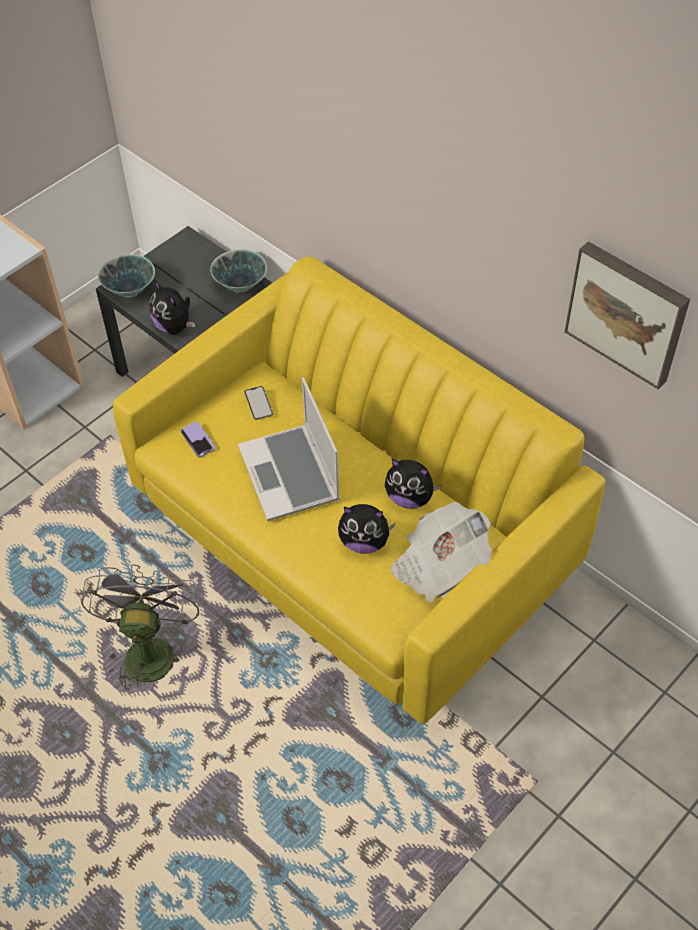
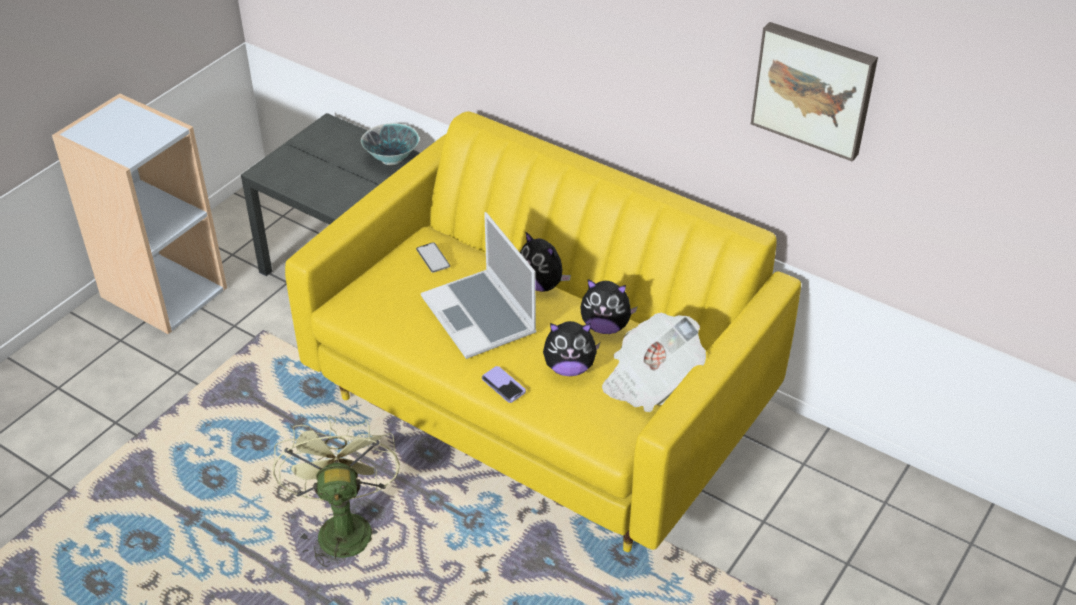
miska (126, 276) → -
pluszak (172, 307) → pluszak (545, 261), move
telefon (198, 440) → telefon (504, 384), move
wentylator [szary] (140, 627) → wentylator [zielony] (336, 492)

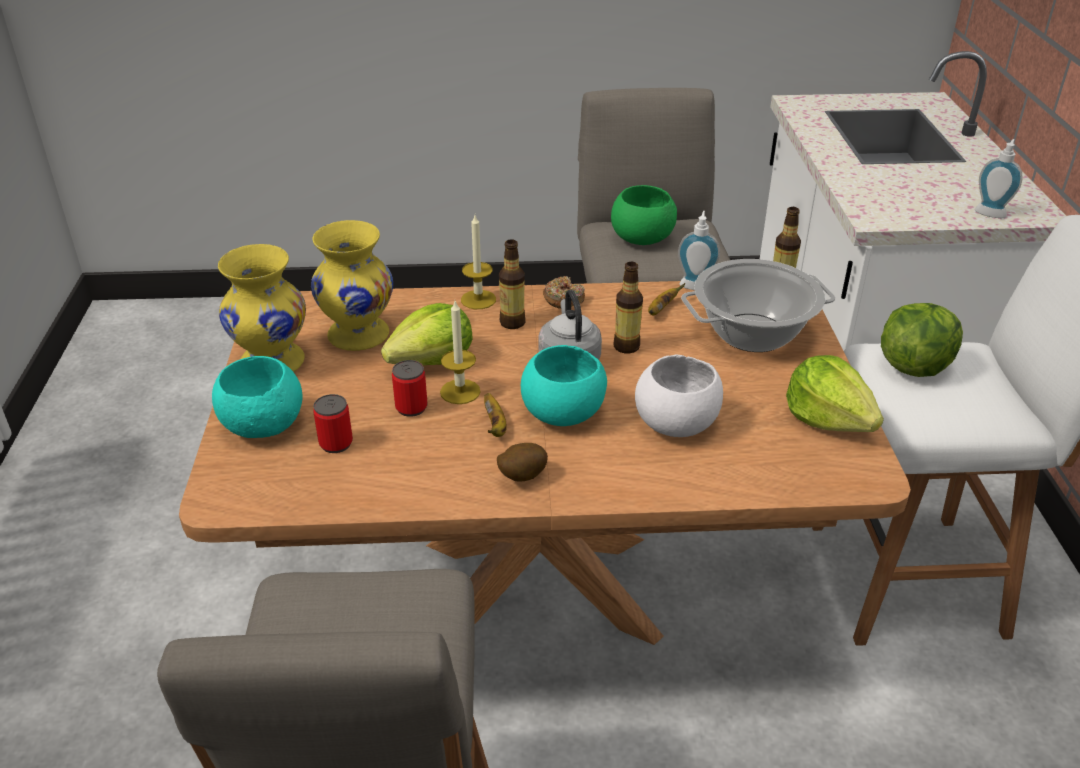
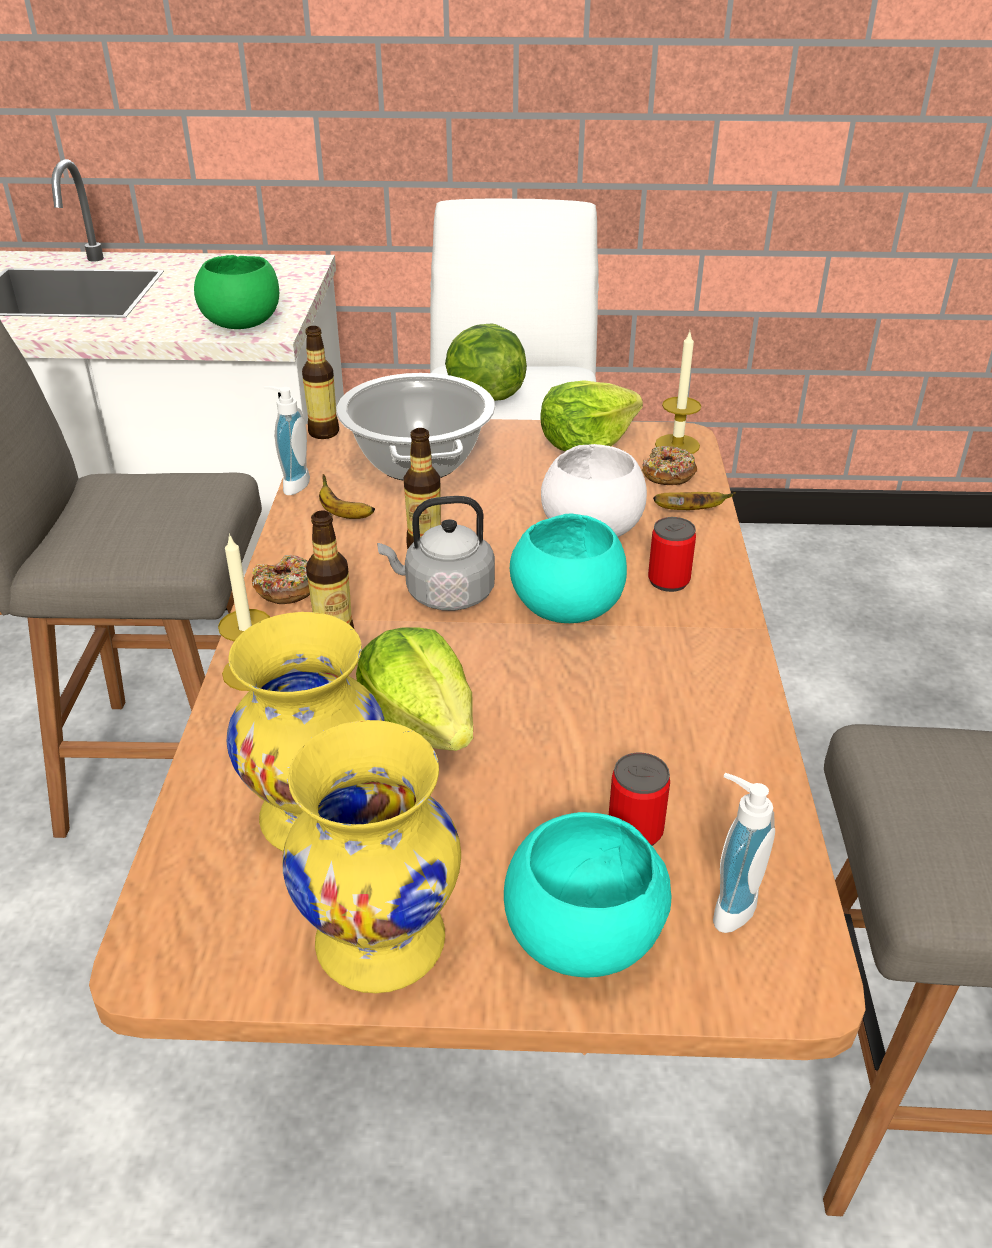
ziemniak (522, 462) → -
- → donut (669, 465)
puszka (409, 388) → puszka (672, 554), move
świeca (460, 352) → świeca (678, 393), move
banan (495, 415) → banan (694, 501), move
miska [zielony] (644, 215) → miska [zielony] (236, 292), move
dozownik mydła (999, 178) → dozownik mydła (744, 853), move

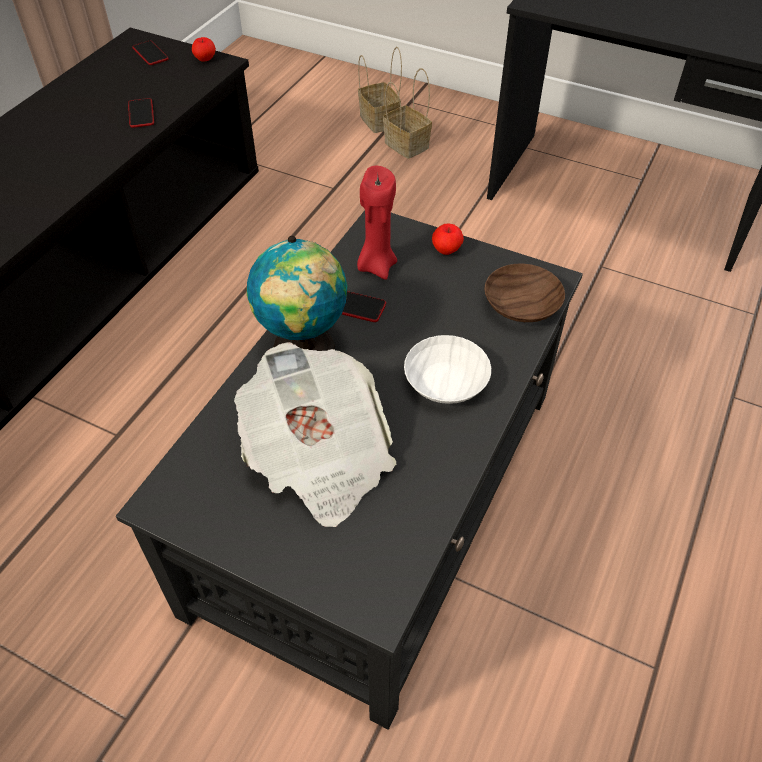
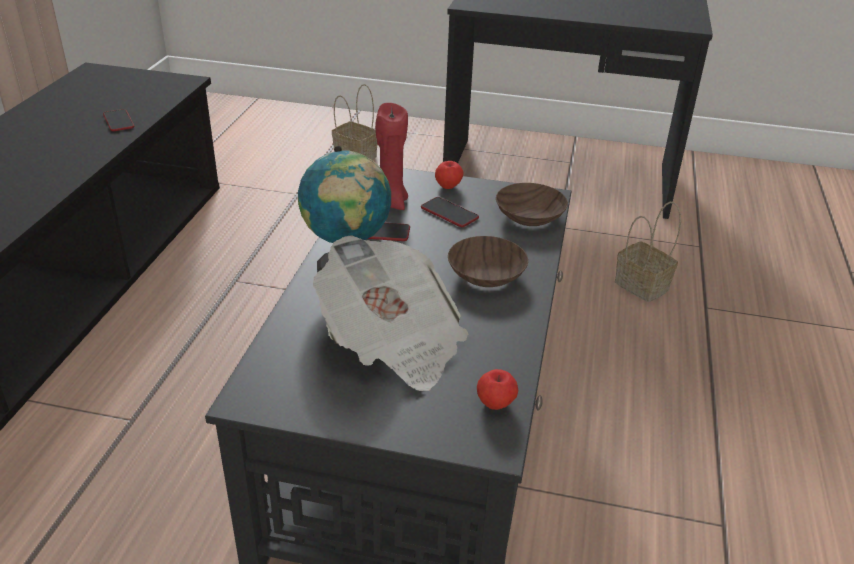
telefon (150, 53) → telefon (450, 212), move
jabłko (204, 49) → jabłko (497, 389), move
koszyk (380, 90) → koszyk (648, 252), move
miska [biały] (447, 369) → miska [brązowy] (488, 261)

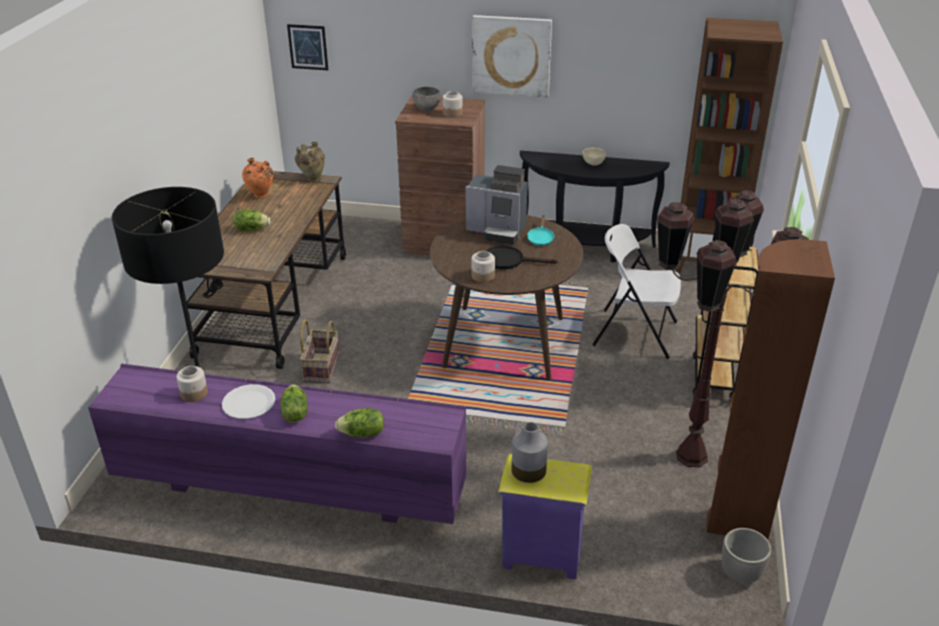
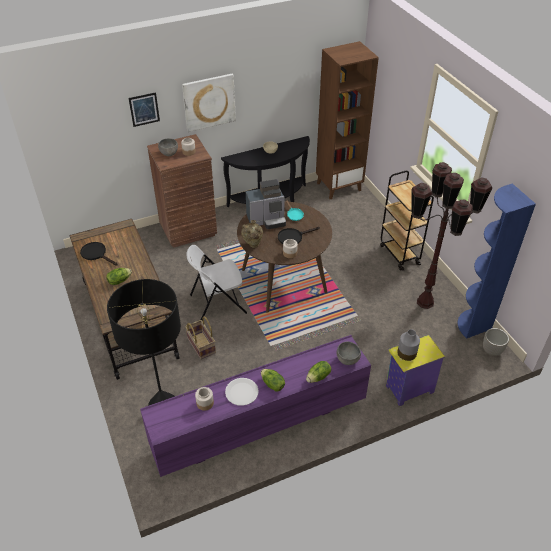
- → miska [szary] (349, 353)
obraz (307, 47) → obraz (144, 109), move
wazon [beżowy] (310, 162) → wazon [beżowy] (252, 234), move
krzesło [biały] (637, 291) → krzesło [biały] (216, 282), move
wazon [pomarańczowy] (257, 178) → patelnia [czarny] (99, 254)
regał [brązowy] (770, 389) → regał [niebieski] (497, 261)

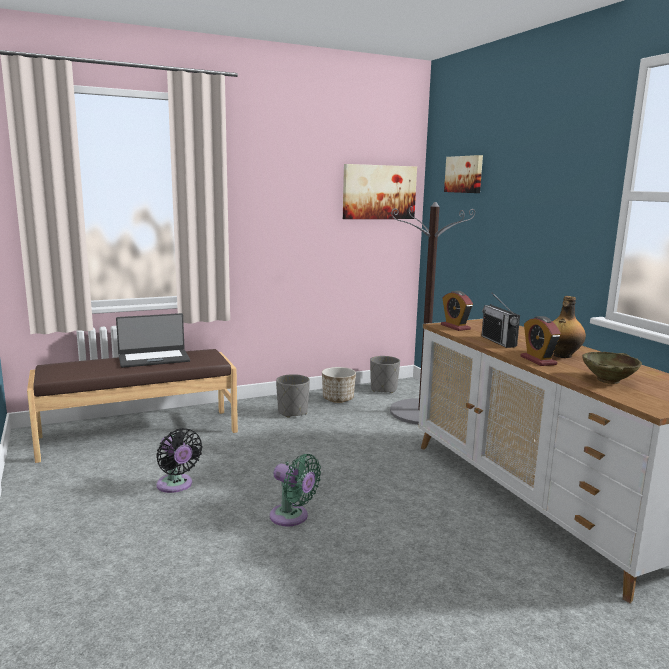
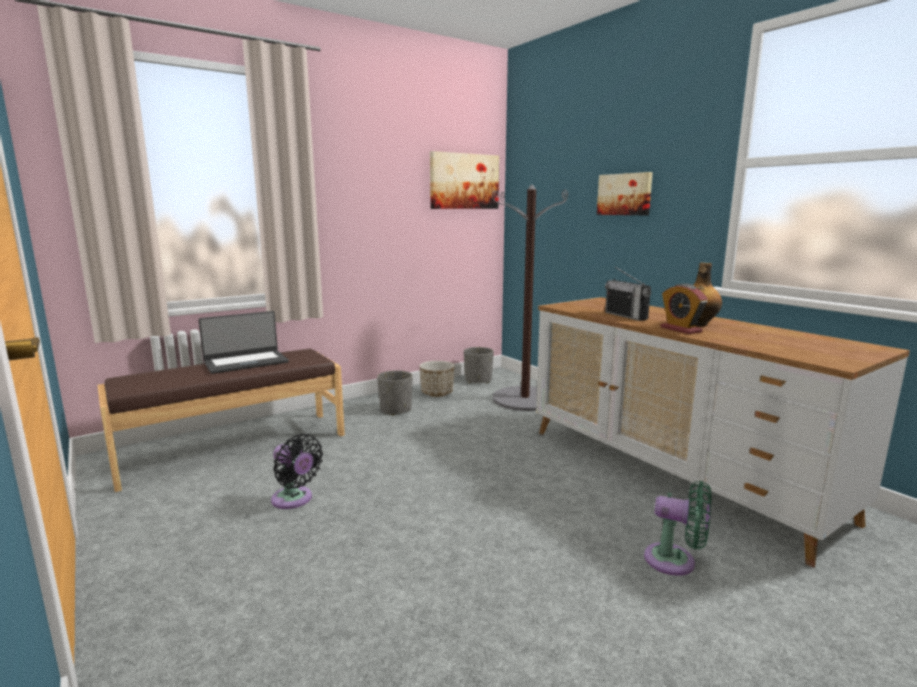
budzik (457, 311) → -
miska [beżowy] (612, 368) → -
wentylator [zielony] (295, 490) → wentylator [zielony] (677, 528), move
obraz (463, 174) → obraz (625, 193), move

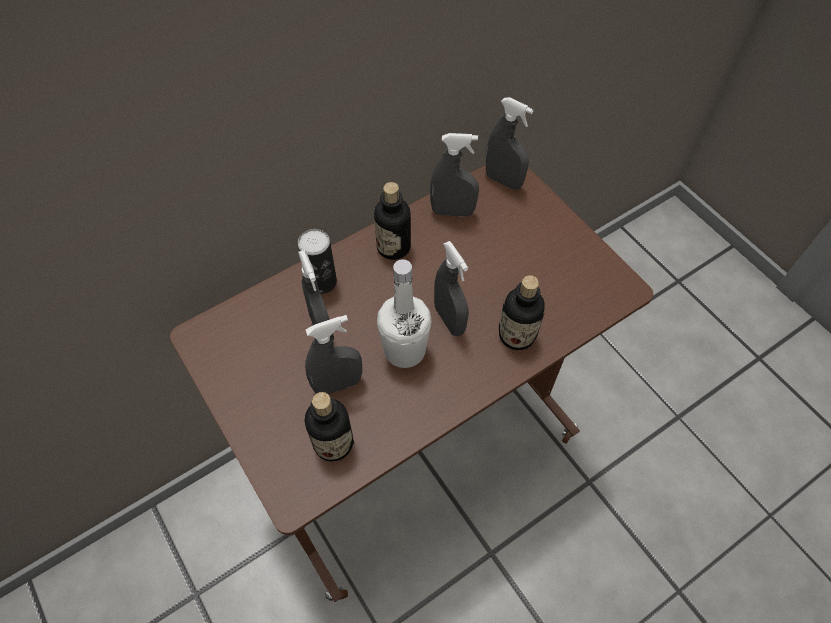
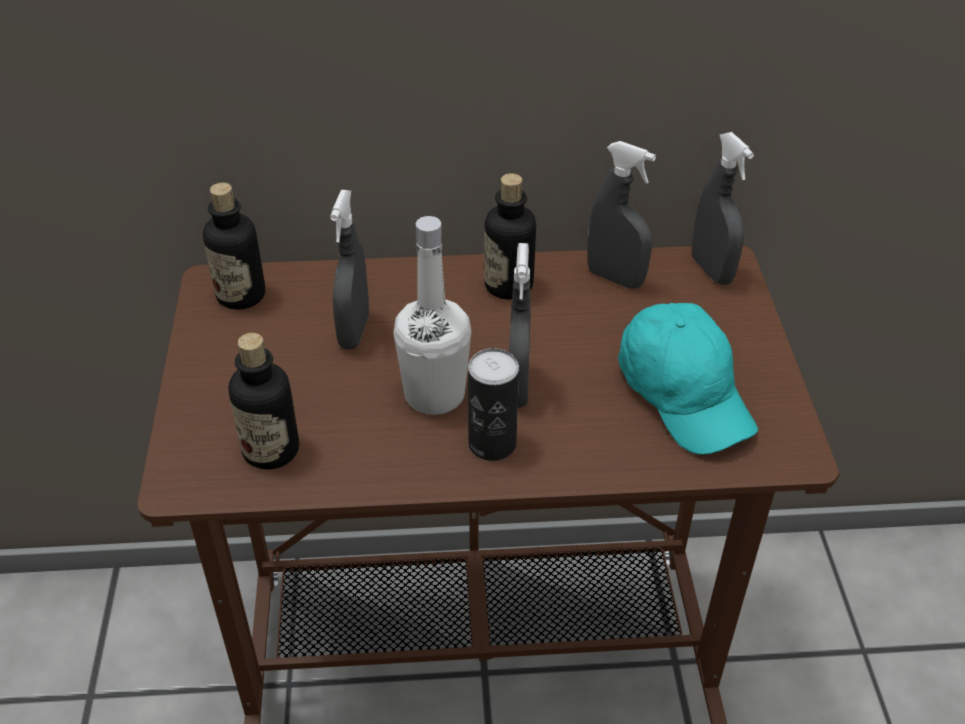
spryskiwacz [szary] (333, 354) → -
- → czapka z daszkiem [turkusowy] (688, 379)
puszka (317, 261) → puszka (493, 404), move
butelka (522, 312) → butelka (234, 246), move

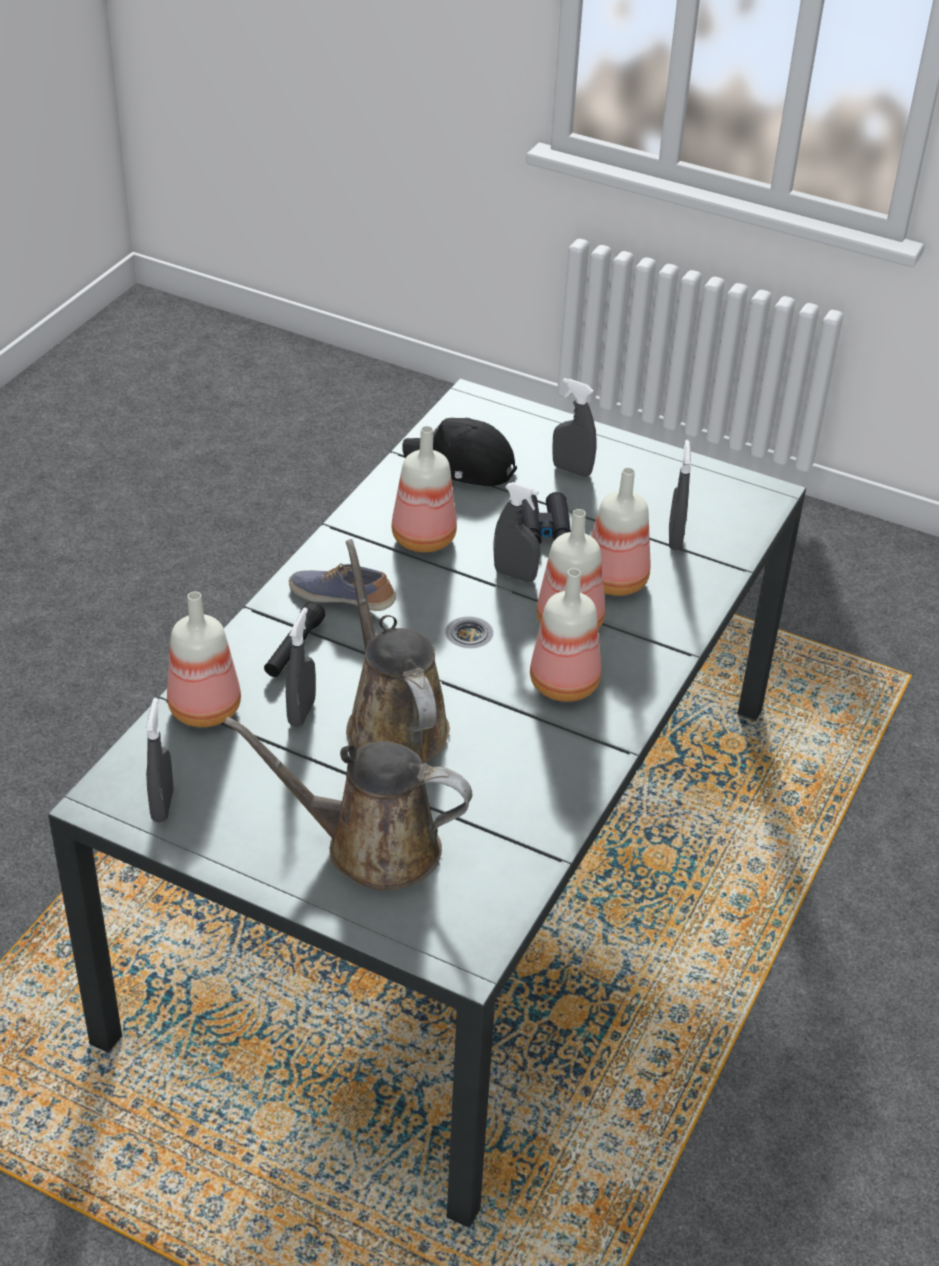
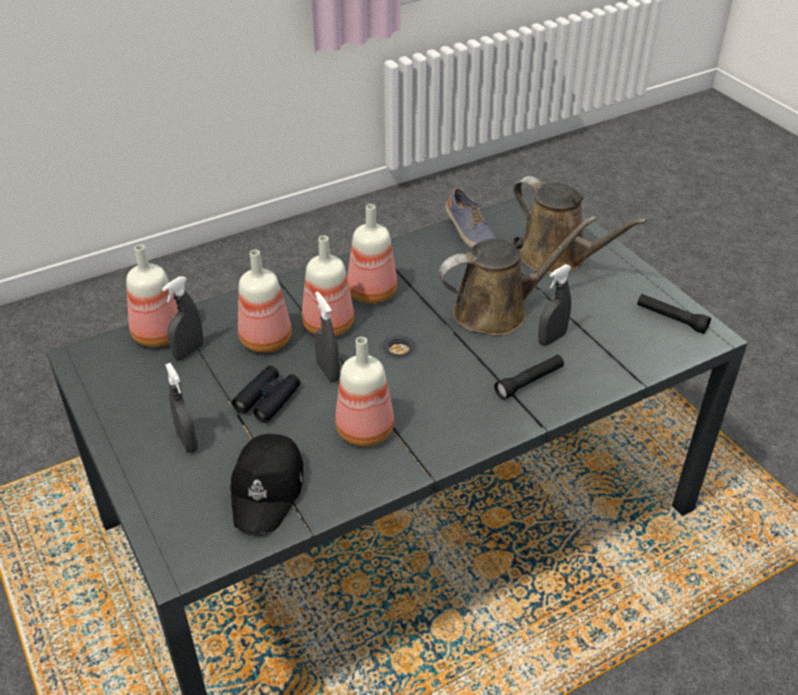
butelka (204, 659) → butelka (152, 296), move
but (342, 587) → but (470, 217), move
spryskiwacz [szary] (160, 760) → latarka [czarny] (674, 314)
konewka [brązowy] (398, 651) → konewka [brązowy] (517, 276), 120 degrees counterclockwise
czapka z daszkiem [czarny] (460, 452) → czapka z daszkiem [czarny] (266, 483), 45 degrees clockwise

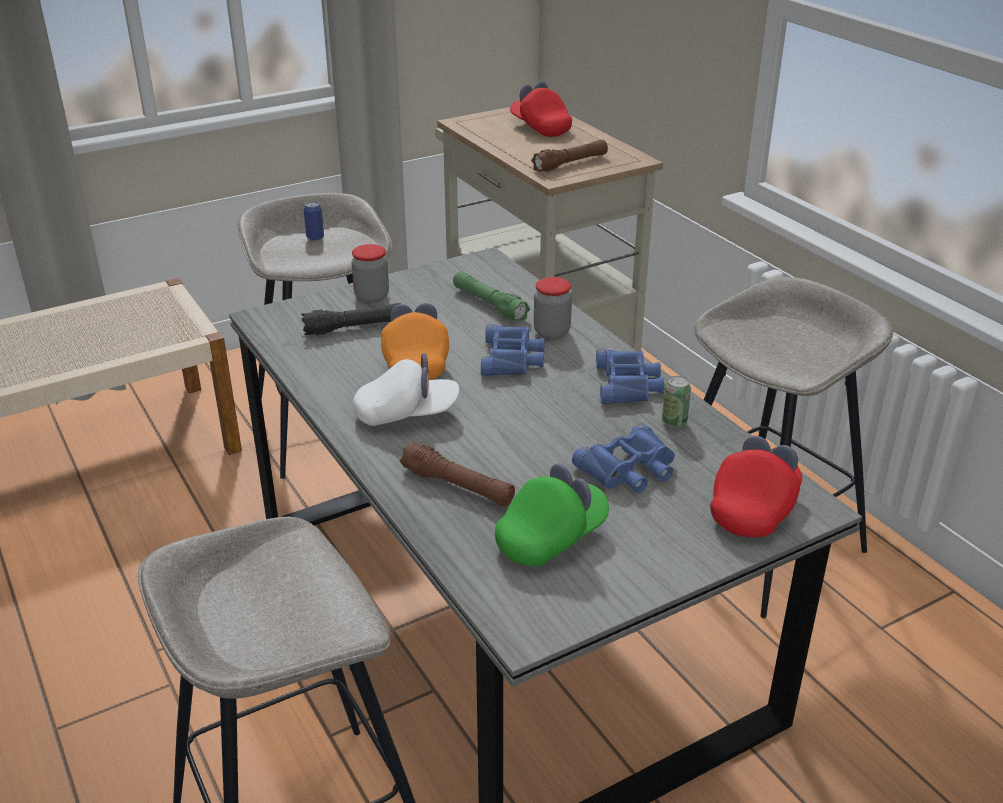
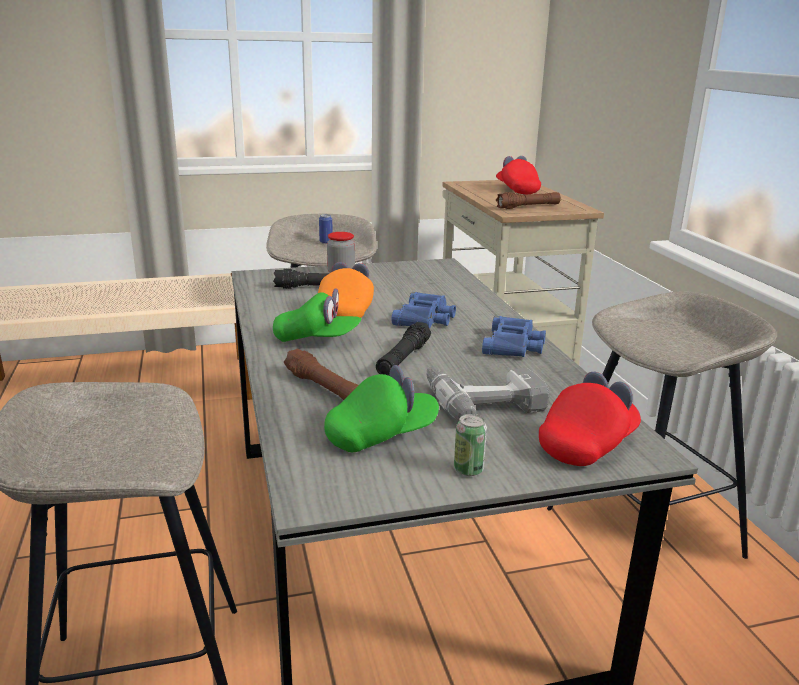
latarka [zielony] (491, 296) → -
słoik (553, 308) → -
- → latarka [czarny] (403, 349)
puszka (676, 402) → puszka (470, 445), move
lornetka [niebieski] (623, 458) → wiertarka (488, 394)
czapka z daszkiem [biały] (406, 389) → czapka z daszkiem [zielony] (317, 315)

